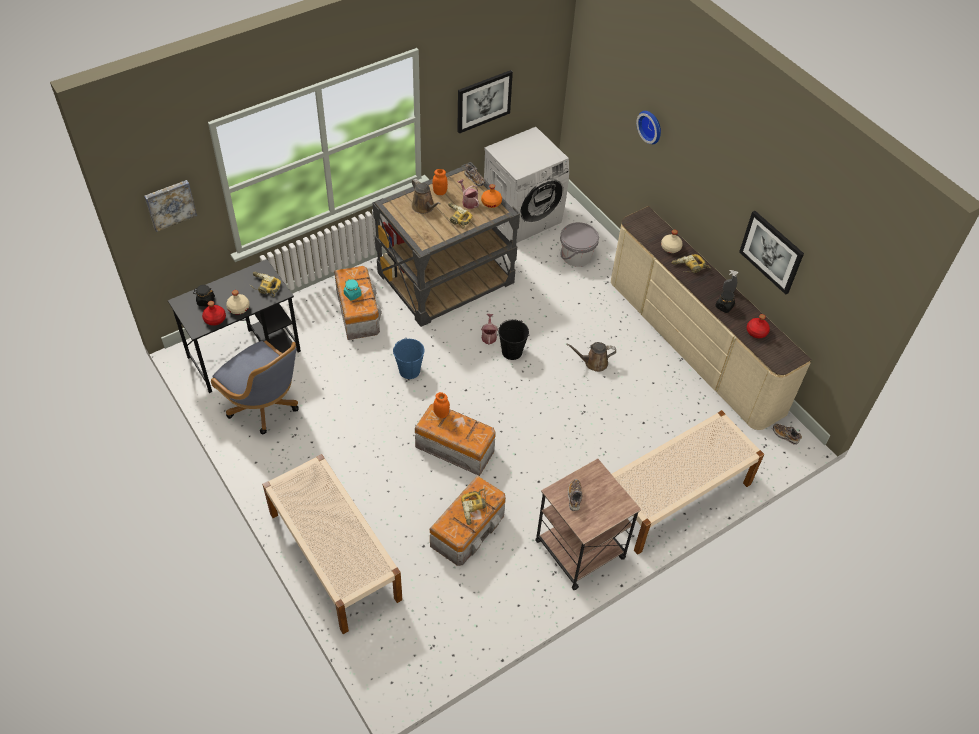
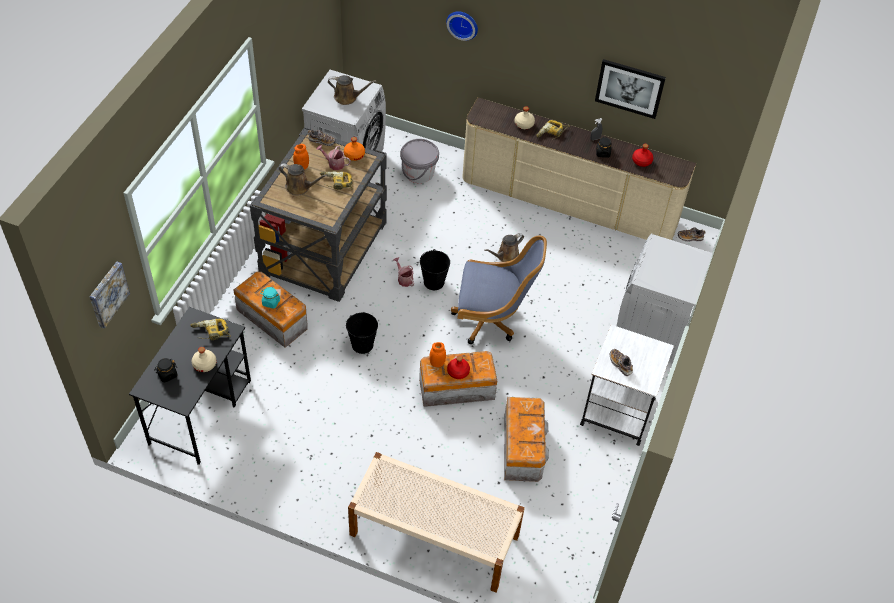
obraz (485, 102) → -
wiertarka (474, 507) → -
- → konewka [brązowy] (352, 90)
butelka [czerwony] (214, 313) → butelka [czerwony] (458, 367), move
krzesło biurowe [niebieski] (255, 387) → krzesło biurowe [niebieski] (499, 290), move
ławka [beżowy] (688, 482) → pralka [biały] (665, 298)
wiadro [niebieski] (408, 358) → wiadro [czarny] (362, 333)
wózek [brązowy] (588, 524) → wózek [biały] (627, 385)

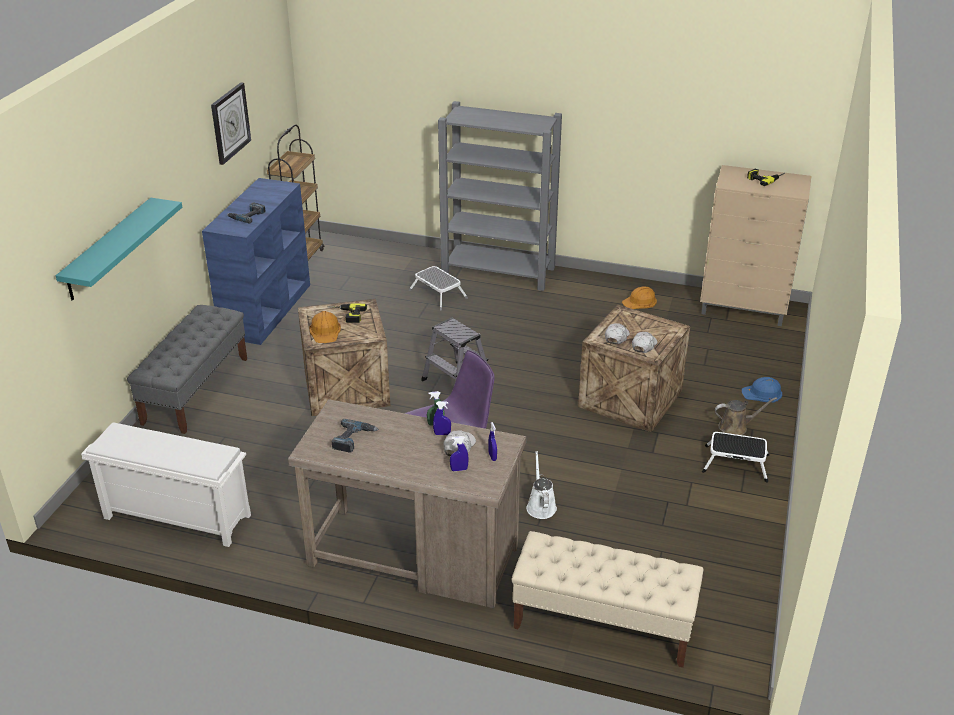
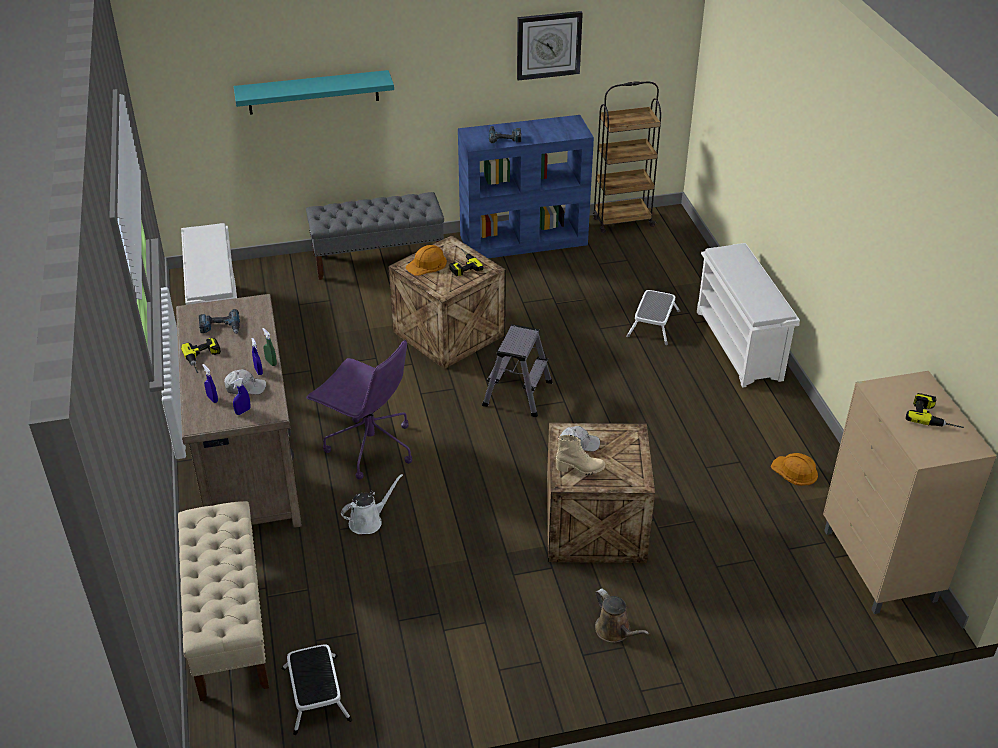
kask [niebieski] (762, 389) → -
- → wiertarka (201, 355)
drabinka [czarny] (735, 457) → drabinka [czarny] (316, 689), move
regał [szary] (500, 196) → regał na buty [biały] (748, 315)
czapka z daszkiem [biały] (644, 342) → but z cholewką [beżowy] (580, 455)

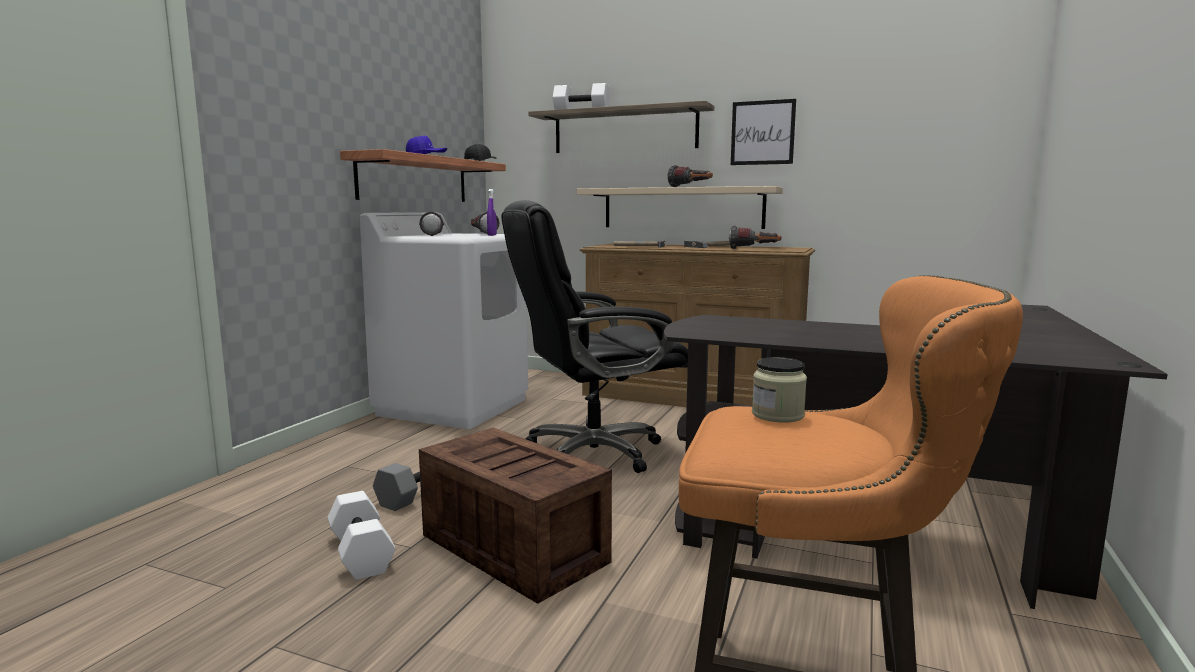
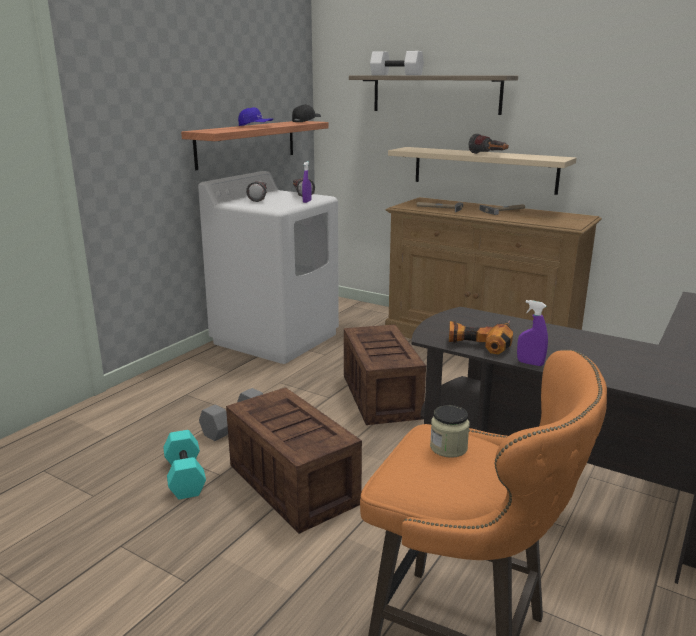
latarka (755, 237) → -
obraz (763, 132) → -
- → wiertarka (481, 338)
- → spryskiwacz [fioletowy] (532, 333)
krzesło biurowe [czarny] (594, 336) → skrzynka (385, 374)
hantel [biały] (361, 535) → hantel [turkusowy] (184, 464)

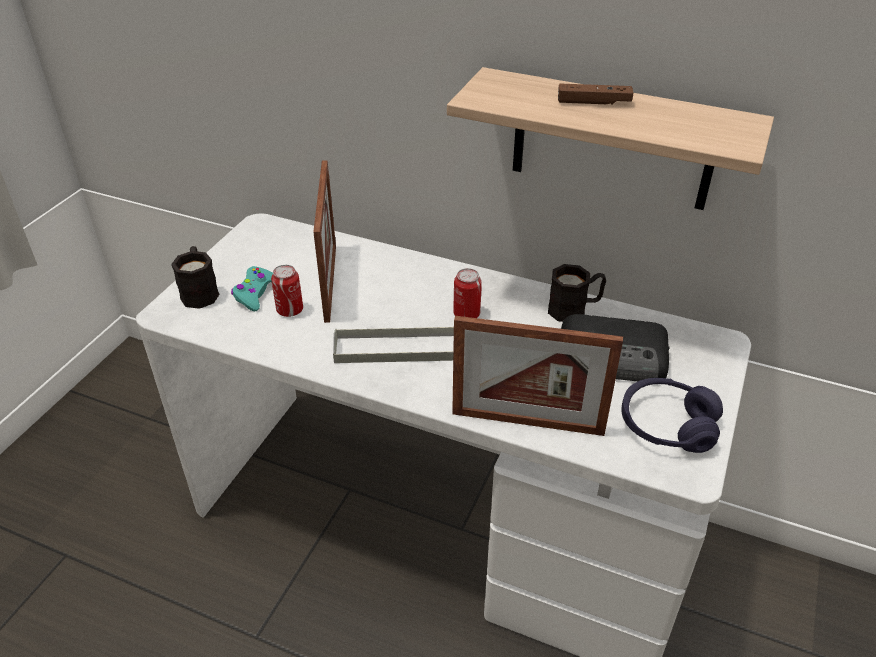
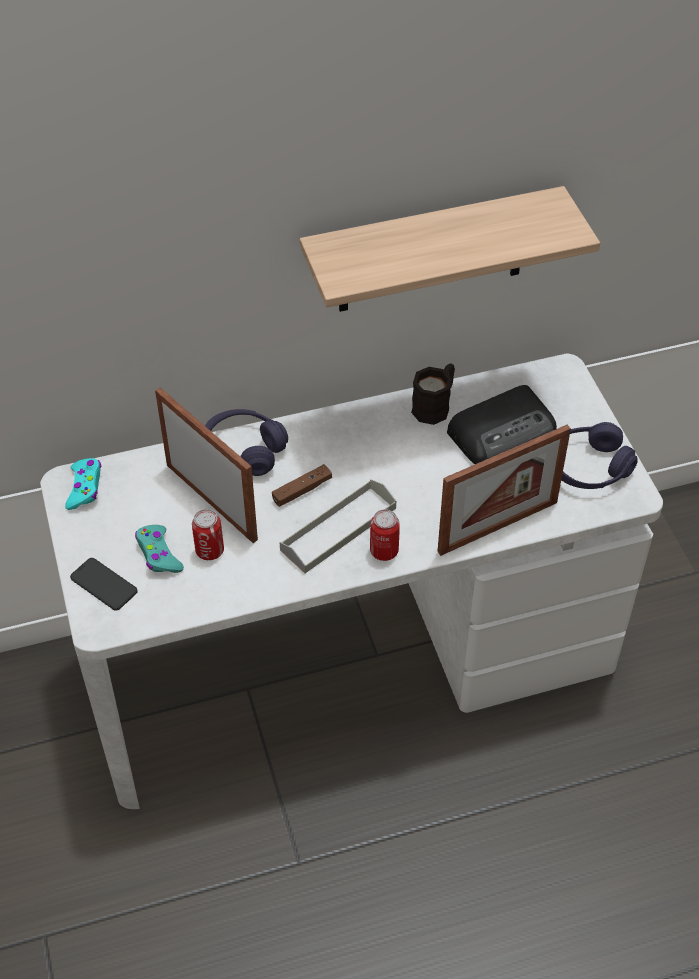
- → pad do gier [turkusowy] (83, 484)
- → słuchawki [fioletowy] (246, 442)
puszka (467, 293) → puszka (385, 535), move
pad do gier [brązowy] (595, 94) → pad do gier [brązowy] (302, 485), move
kubek [czarny] (195, 277) → telefon (104, 584)

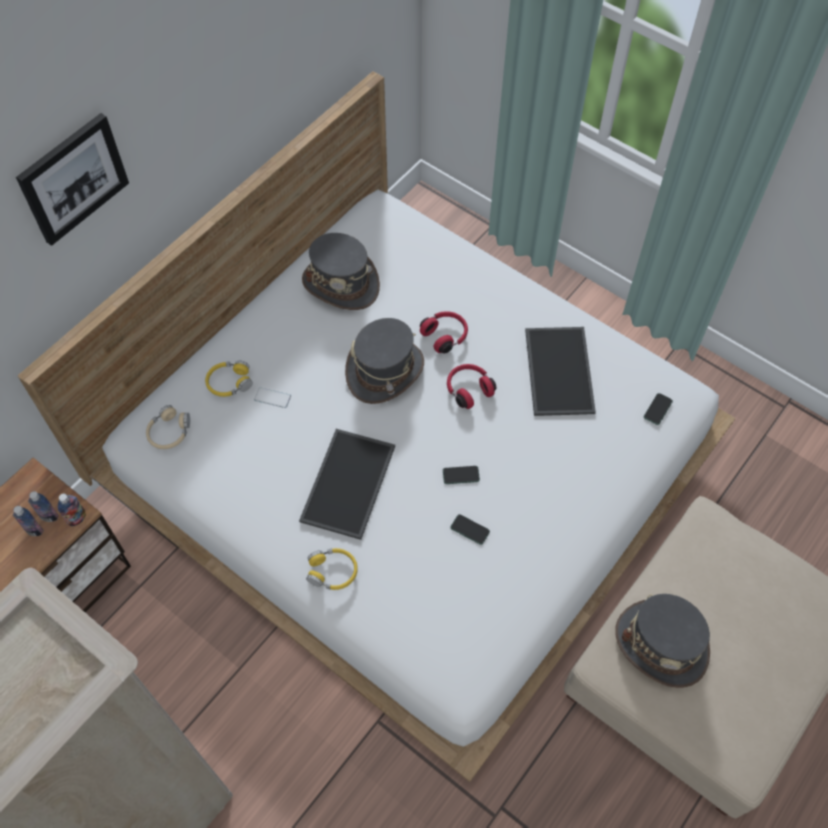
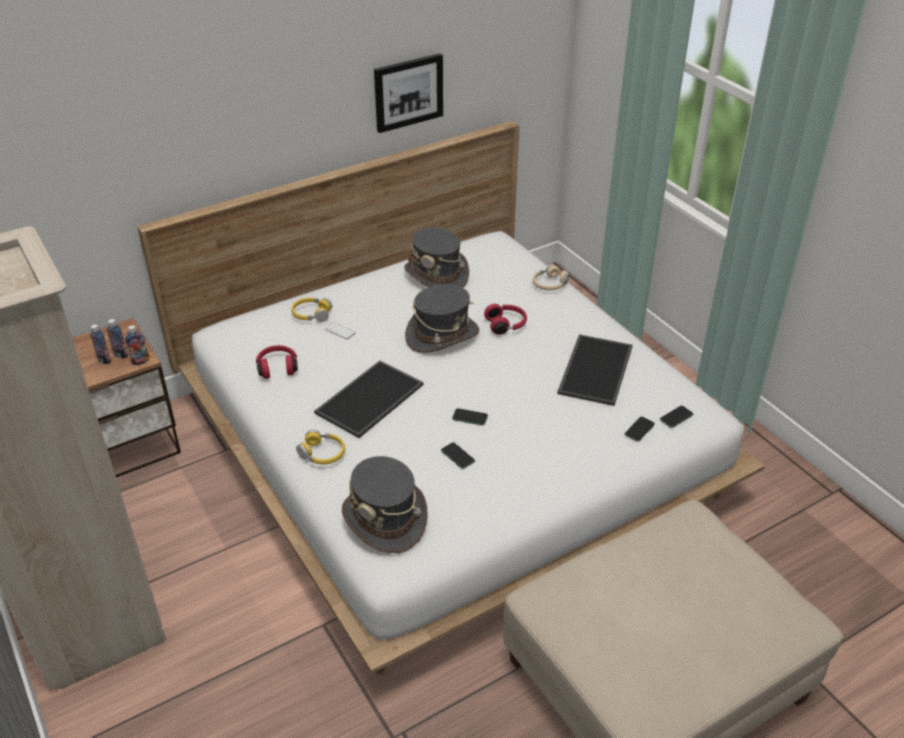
- → telefon (639, 429)
obraz (72, 179) → obraz (408, 93), move
słuchawki [beżowy] (168, 427) → słuchawki [beżowy] (551, 277), move
słuchawki [czerwony] (471, 386) → słuchawki [czerwony] (277, 362), move
kapelusz [szary] (662, 641) → kapelusz [szary] (385, 504), move

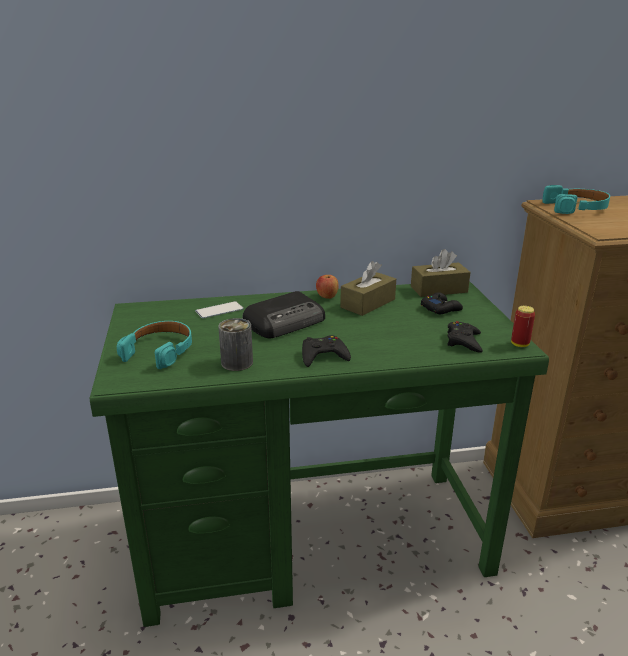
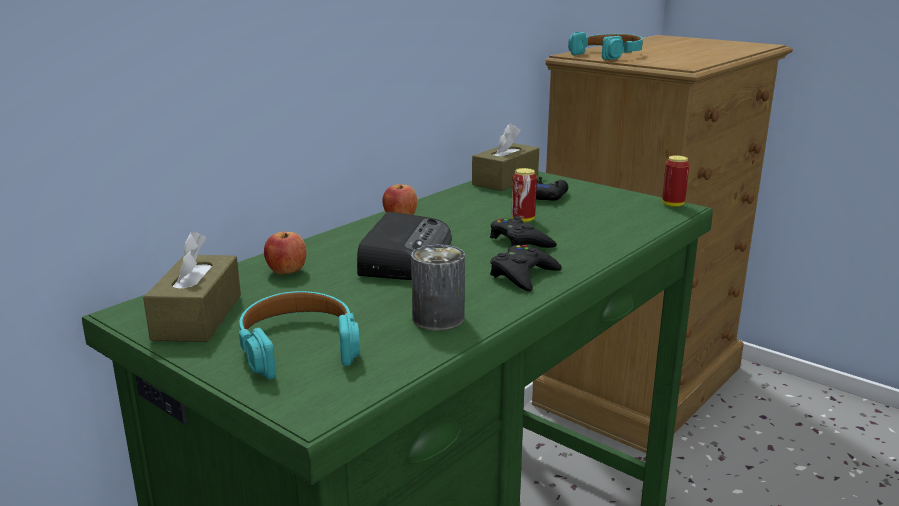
- → puszka (524, 195)
pudełko chusteczek [brązowy] (368, 288) → pudełko chusteczek [brązowy] (192, 287), move
pad do gier [czarny] (465, 337) → pad do gier [czarny] (523, 232), move
telefon (219, 309) → jabłko (285, 253)

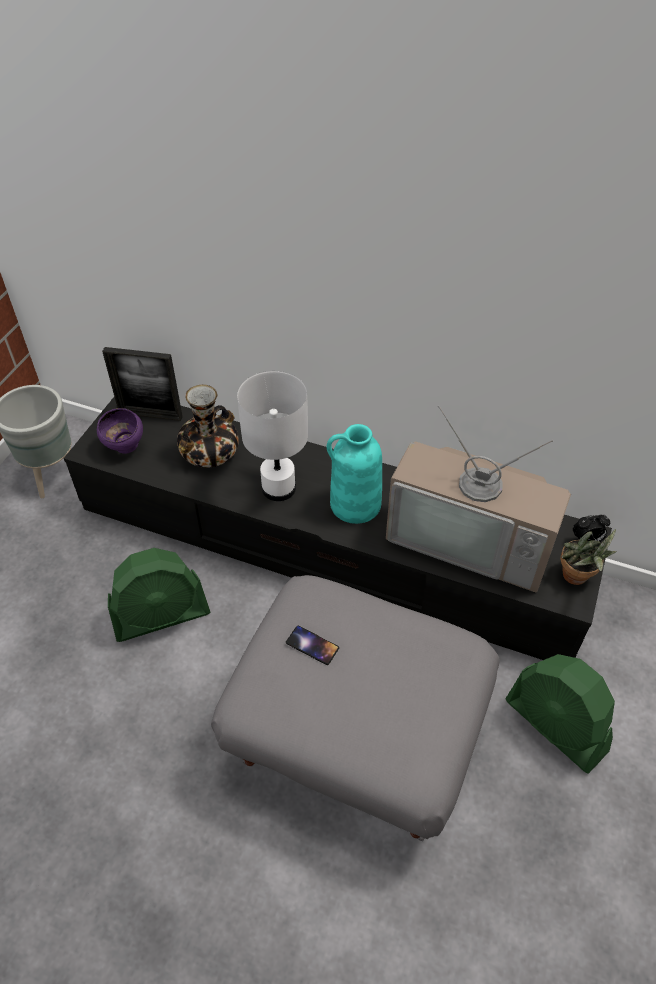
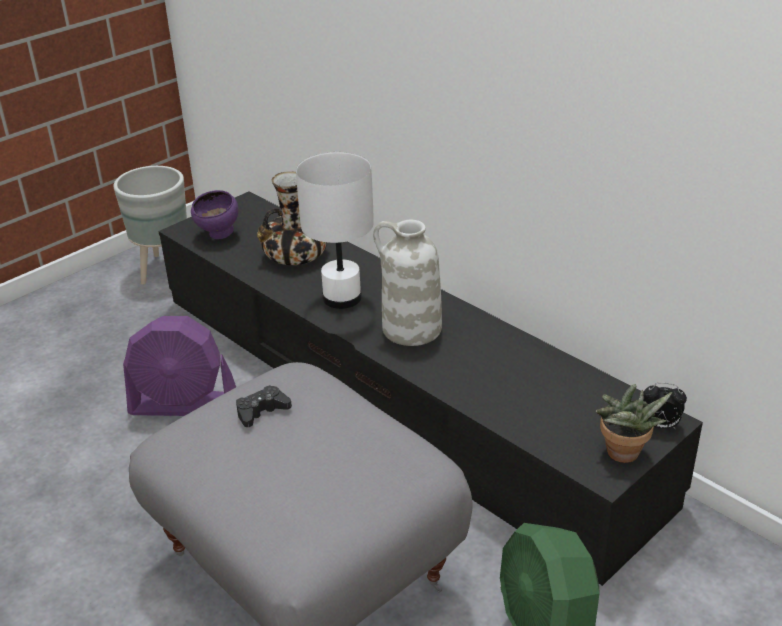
ramka na zdjęcie (142, 384) → -
telewizor (478, 498) → -
telefon (312, 645) → pad do gier [czarny] (264, 406)
wentylator [zielony] (159, 595) → wentylator [fioletowy] (179, 366)
wazon [turkusowy] (354, 474) → wazon [biały] (407, 283)

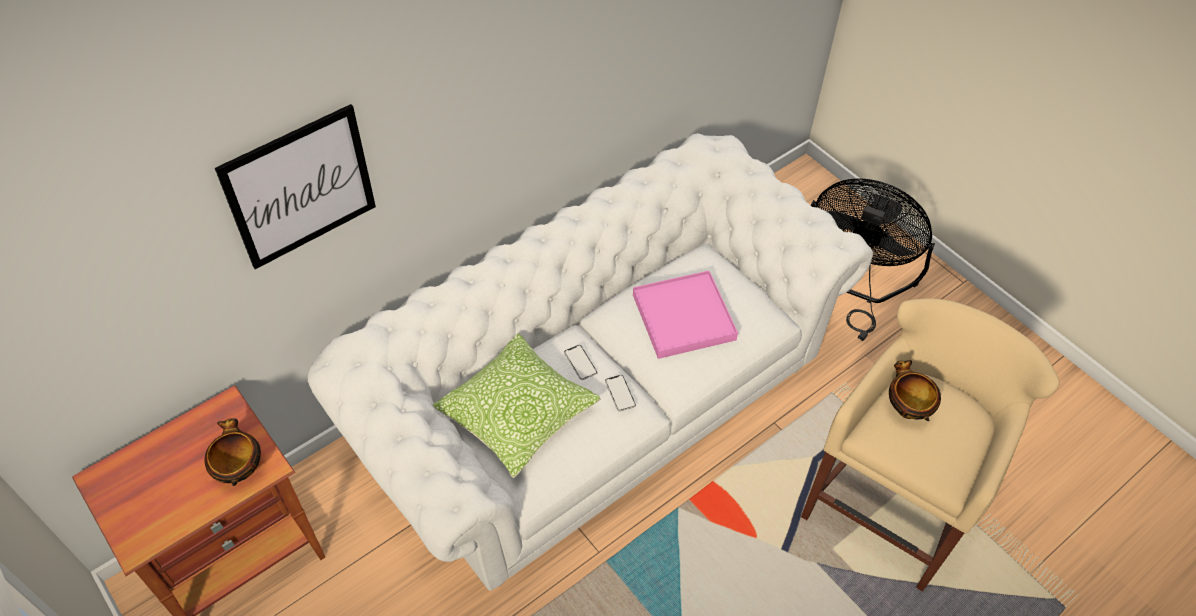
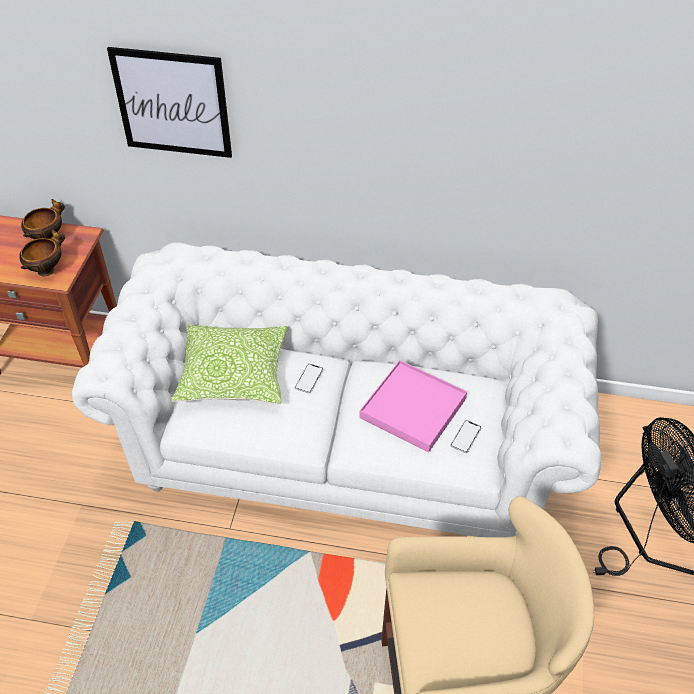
telefon (620, 393) → telefon (465, 436), move
miska (915, 390) → miska (43, 219), move

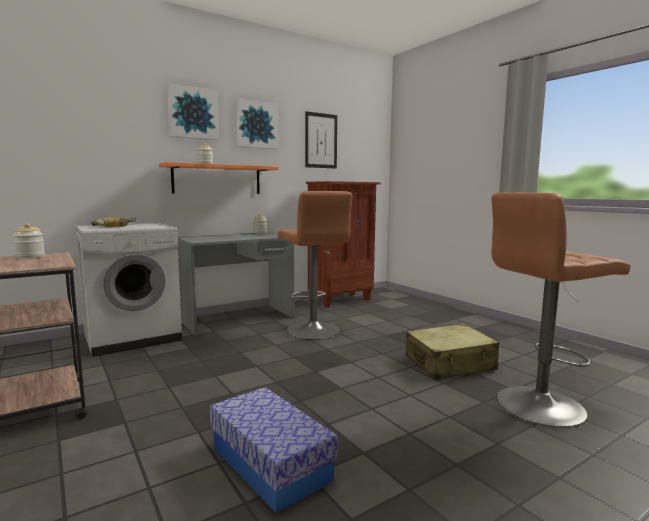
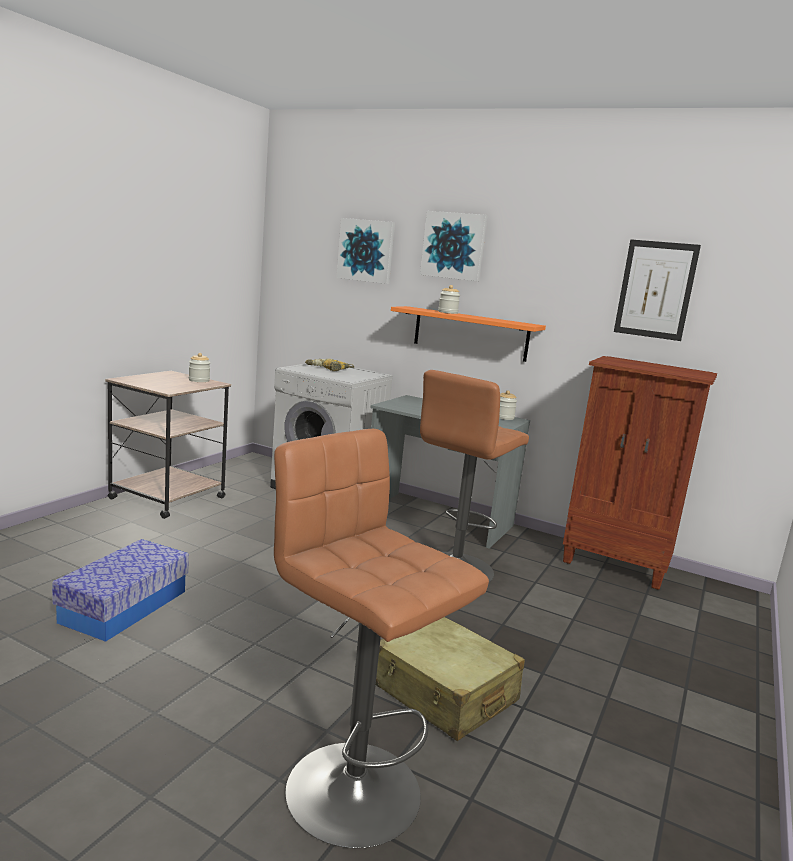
obraz (256, 123) → obraz (365, 251), move

